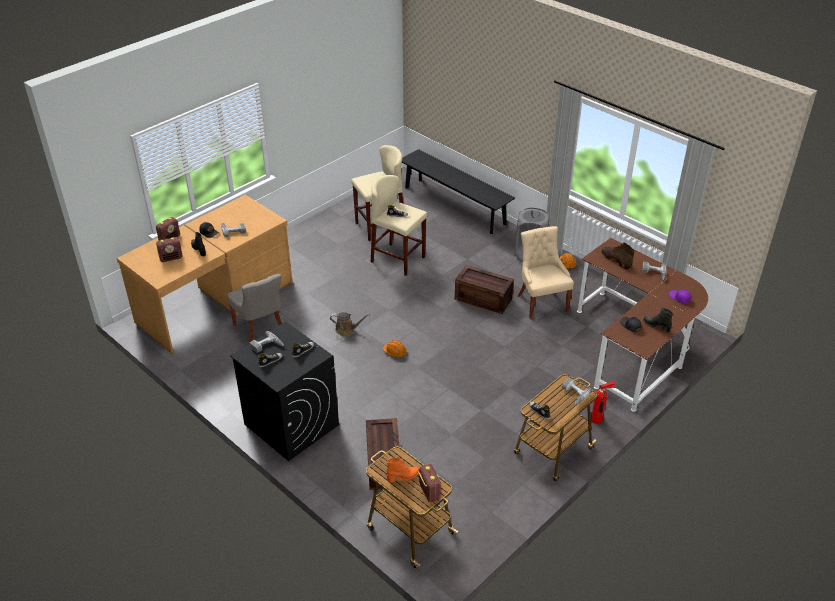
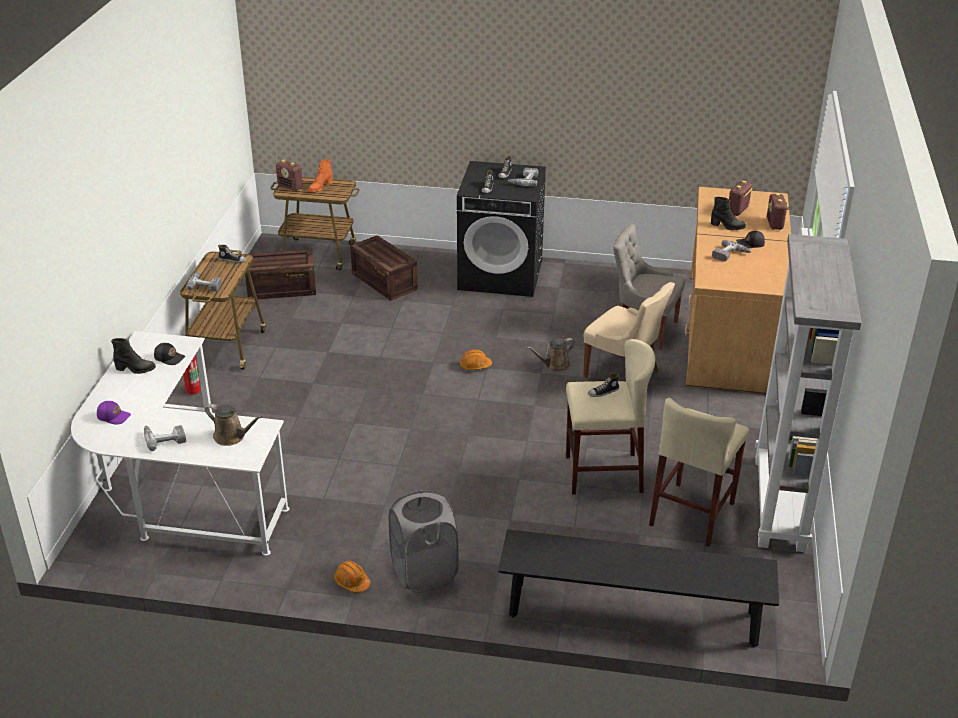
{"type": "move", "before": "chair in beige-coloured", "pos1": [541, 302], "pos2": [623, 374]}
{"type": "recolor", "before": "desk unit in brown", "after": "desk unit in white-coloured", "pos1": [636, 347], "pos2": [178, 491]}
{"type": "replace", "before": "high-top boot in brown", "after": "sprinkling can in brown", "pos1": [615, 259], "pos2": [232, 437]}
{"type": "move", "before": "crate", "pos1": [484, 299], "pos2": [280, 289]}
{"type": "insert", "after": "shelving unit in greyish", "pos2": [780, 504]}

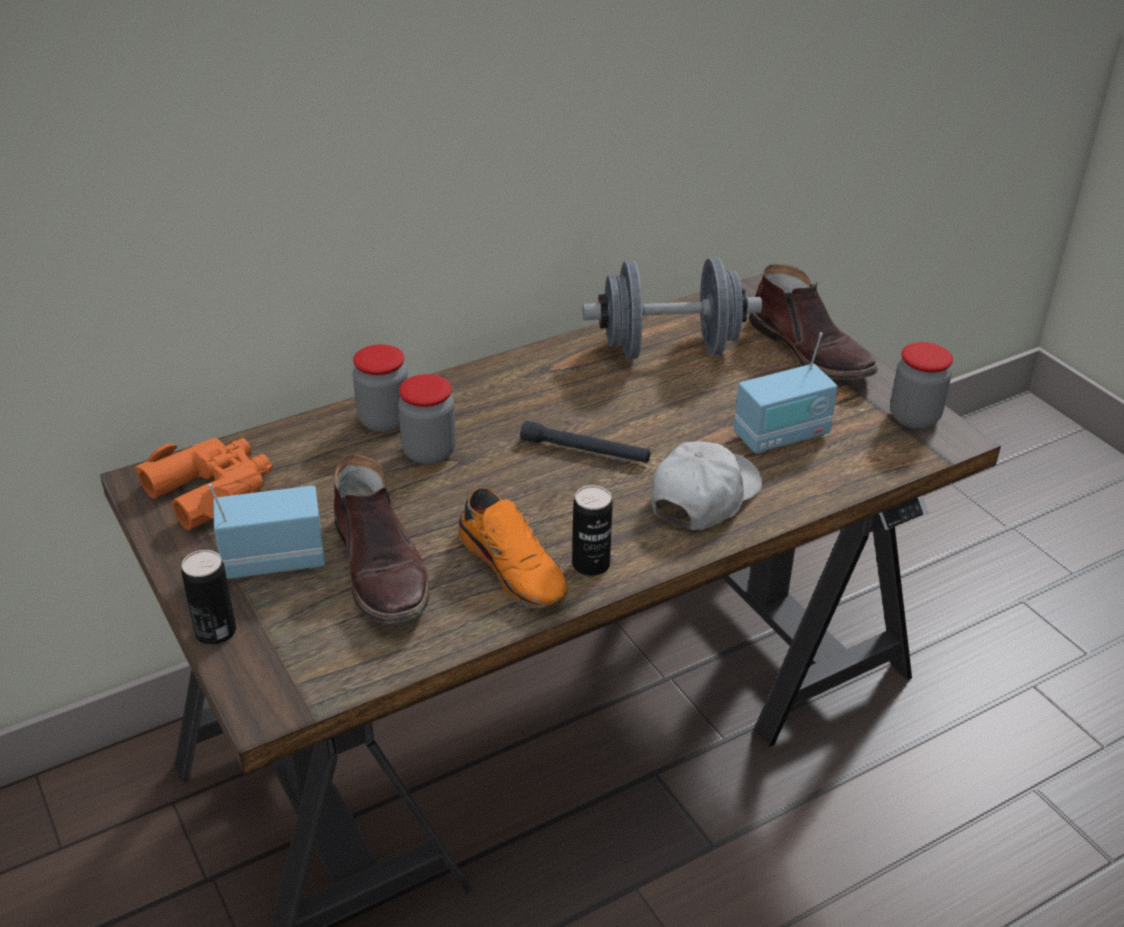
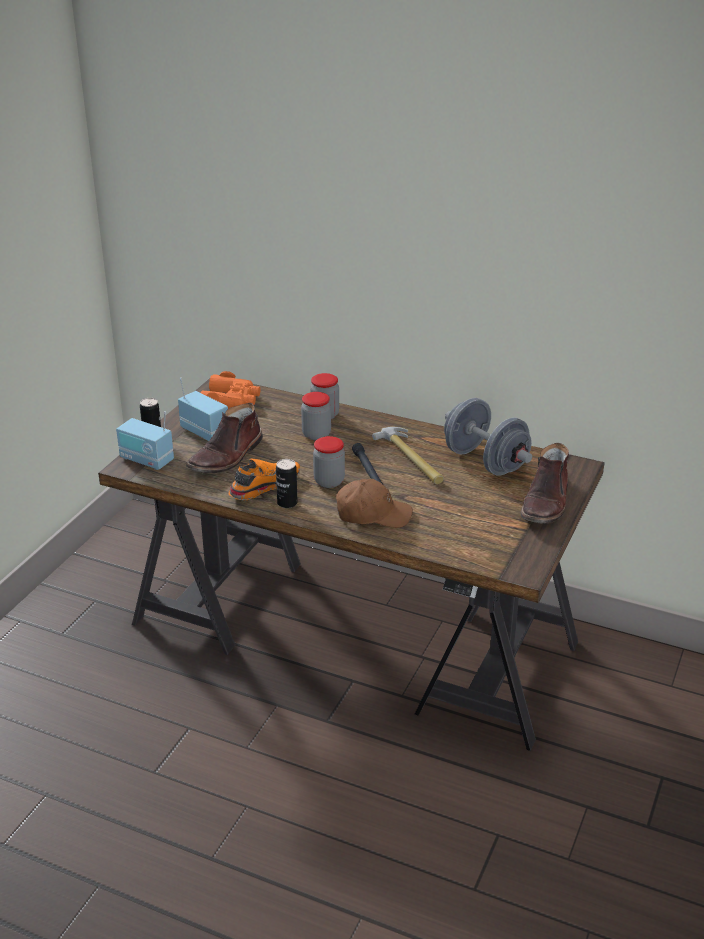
{"type": "move", "before": "radio receiver", "pos1": [781, 436], "pos2": [146, 460]}
{"type": "move", "before": "jar", "pos1": [914, 417], "pos2": [329, 481]}
{"type": "recolor", "before": "cap in white-coloured", "after": "cap in brown", "pos1": [704, 497], "pos2": [372, 514]}
{"type": "rotate", "before": "low shoe in orangey", "pos1": [515, 567], "pos2": [264, 485], "turn": -150}
{"type": "insert", "after": "hand hammer", "pos2": [411, 459]}

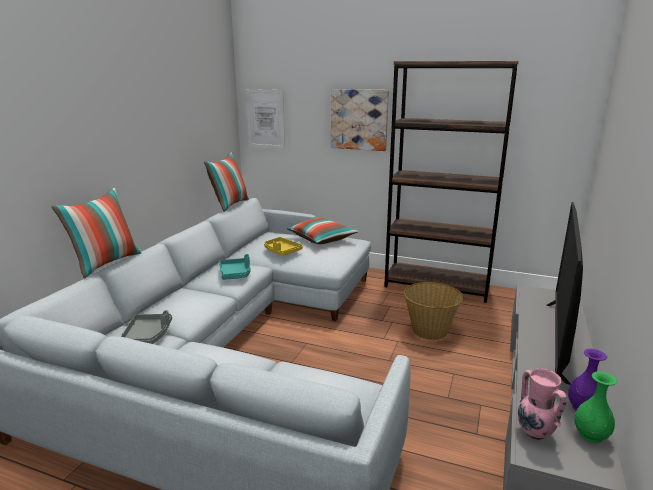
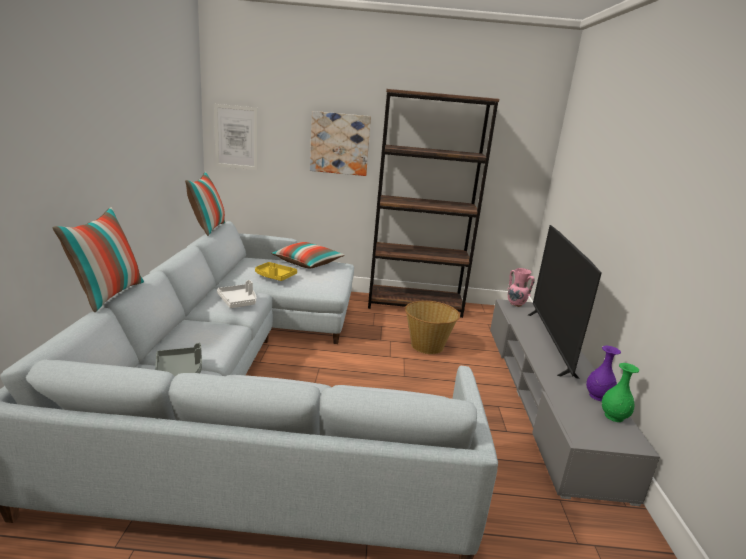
{"type": "recolor", "before": "tray in turquoise-coloured", "after": "tray in white-coloured", "pos1": [235, 274], "pos2": [238, 301]}
{"type": "move", "before": "vase in pink", "pos1": [535, 433], "pos2": [516, 305]}

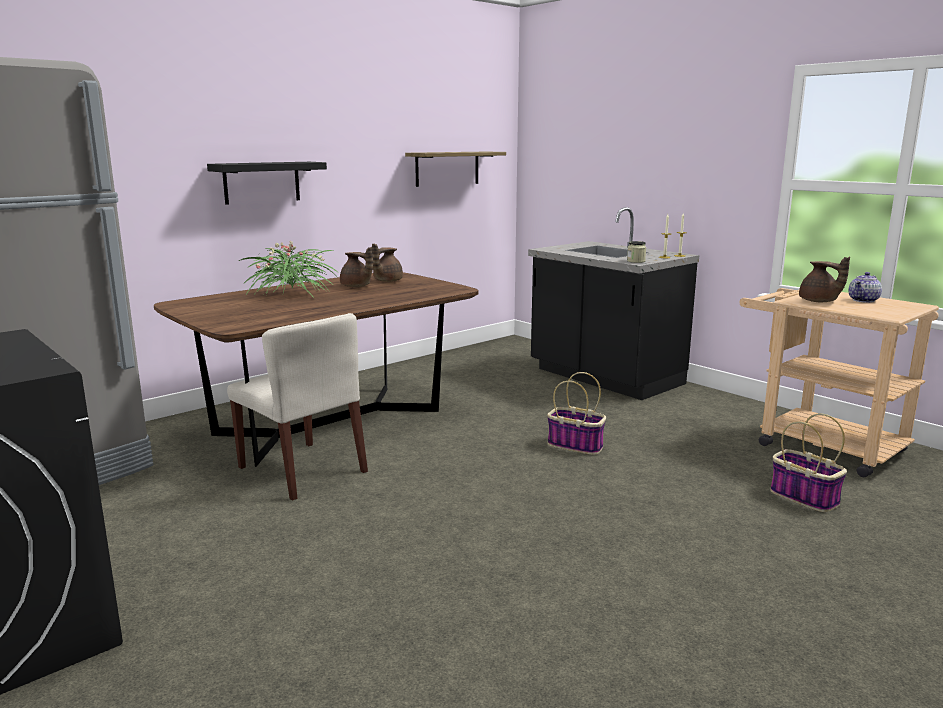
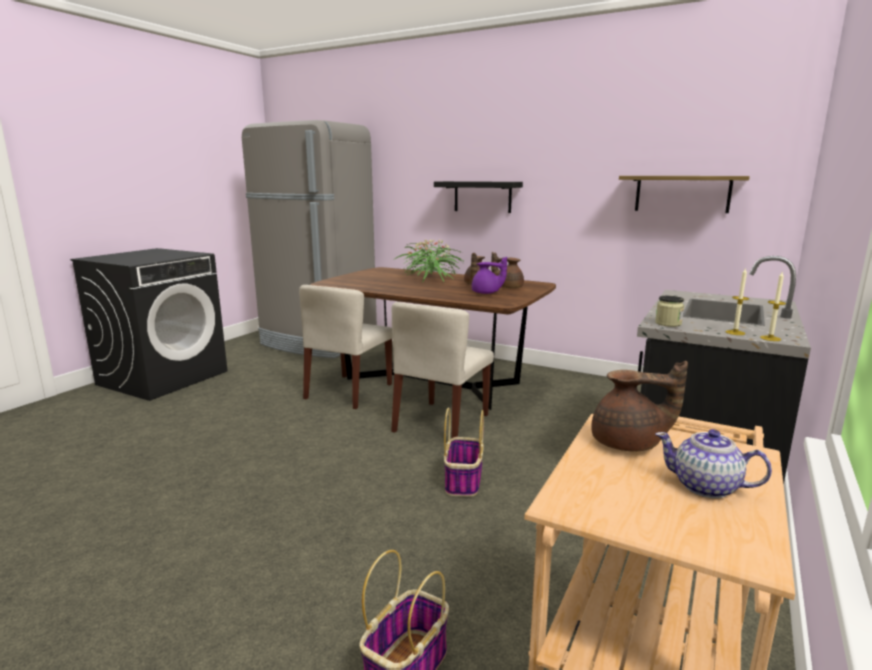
{"type": "rotate", "before": "tea pot in brown", "pos1": [819, 301], "pos2": [629, 444], "turn": -120}
{"type": "insert", "after": "tea pot in purple", "pos2": [486, 293]}
{"type": "insert", "after": "chair in beige-coloured", "pos2": [441, 423]}

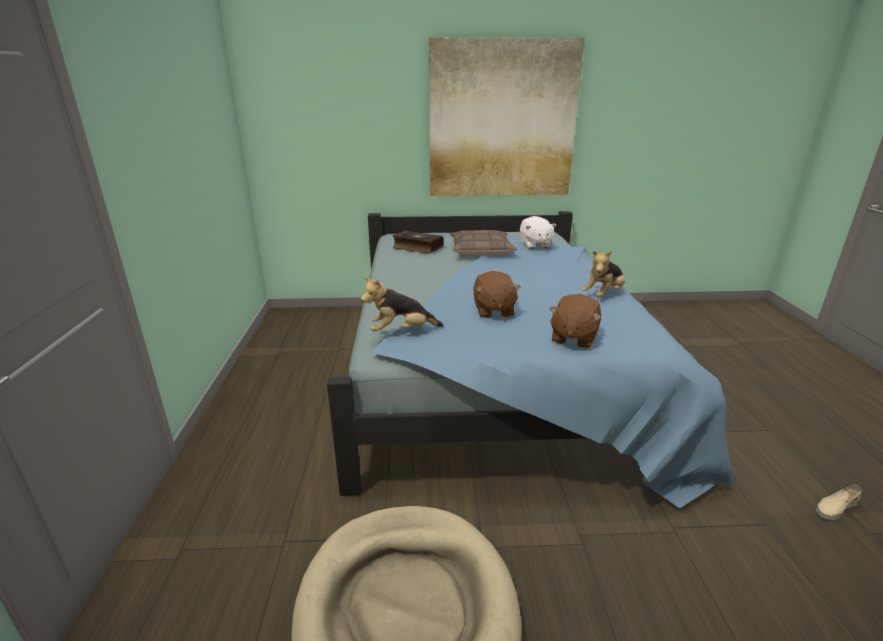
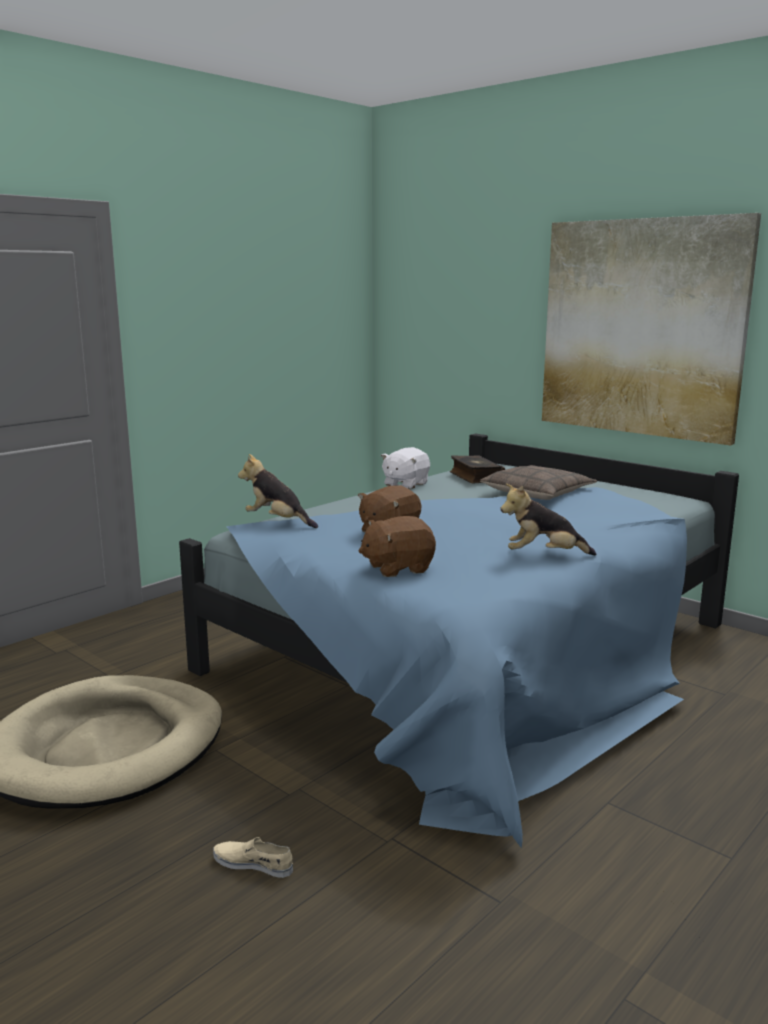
{"type": "move", "before": "cuddly toy in white-coloured", "pos1": [535, 245], "pos2": [405, 484]}
{"type": "move", "before": "low shoe in beige-coloured", "pos1": [836, 507], "pos2": [253, 863]}

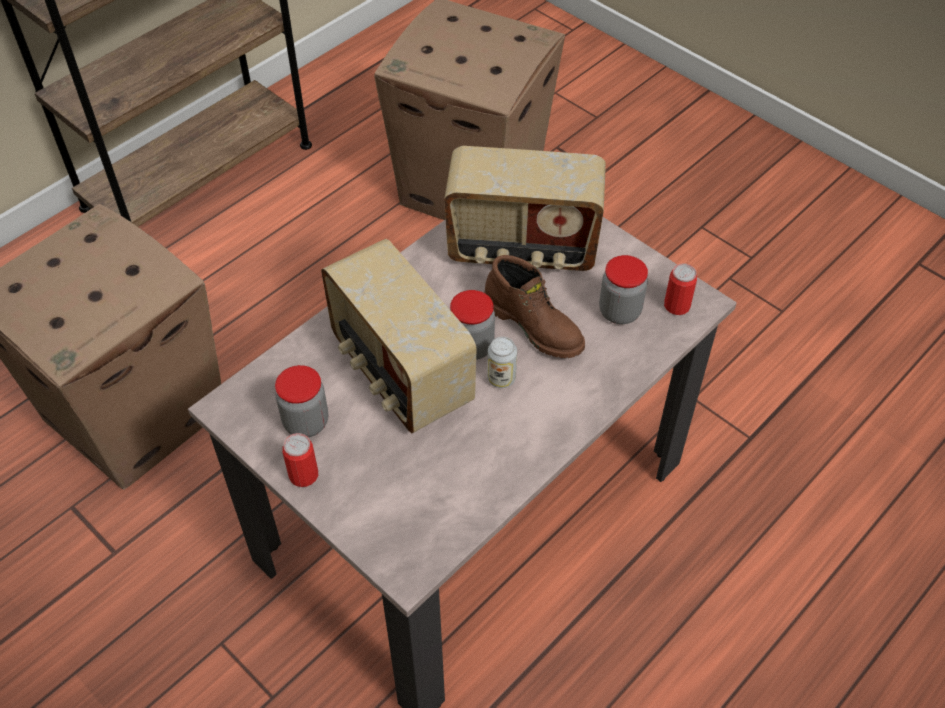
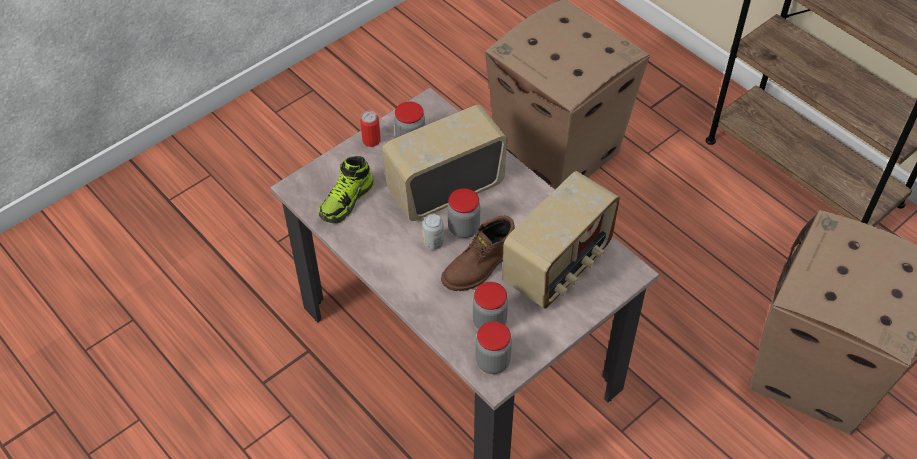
{"type": "rotate", "before": "radio receiver", "pos1": [522, 249], "pos2": [558, 266], "turn": -150}
{"type": "replace", "before": "sealed can", "after": "jar", "pos1": [677, 305], "pos2": [492, 362]}
{"type": "insert", "after": "low shoe", "pos2": [347, 201]}

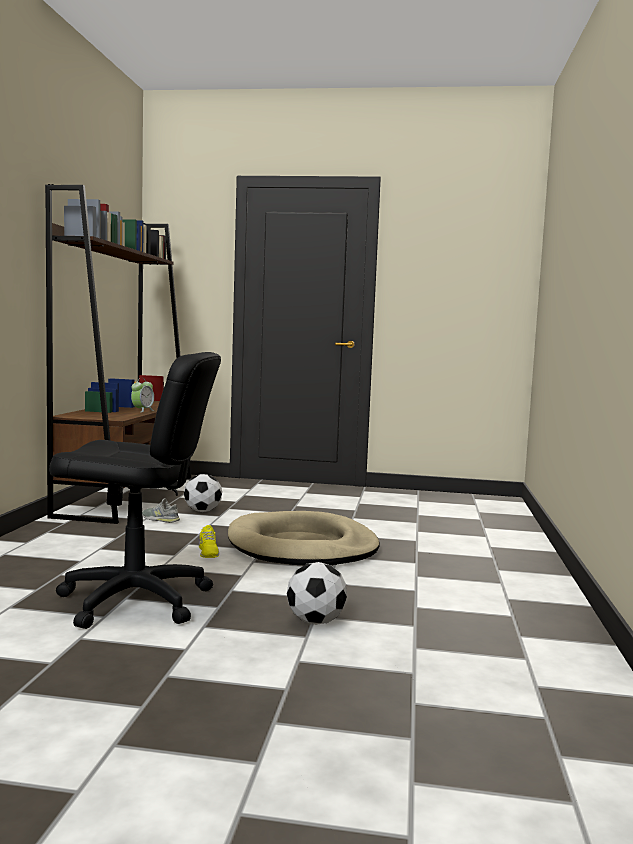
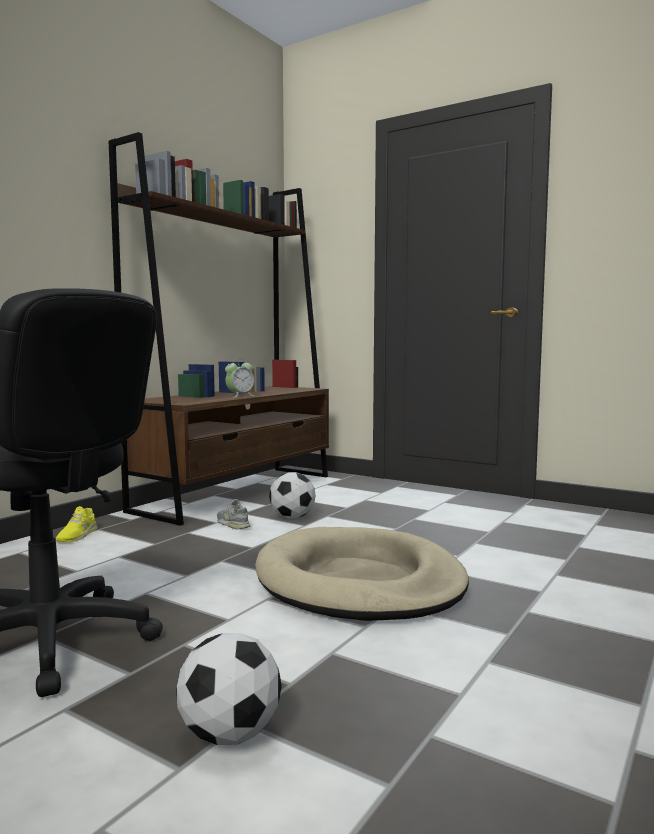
{"type": "move", "before": "low shoe in yellowish", "pos1": [208, 552], "pos2": [77, 535]}

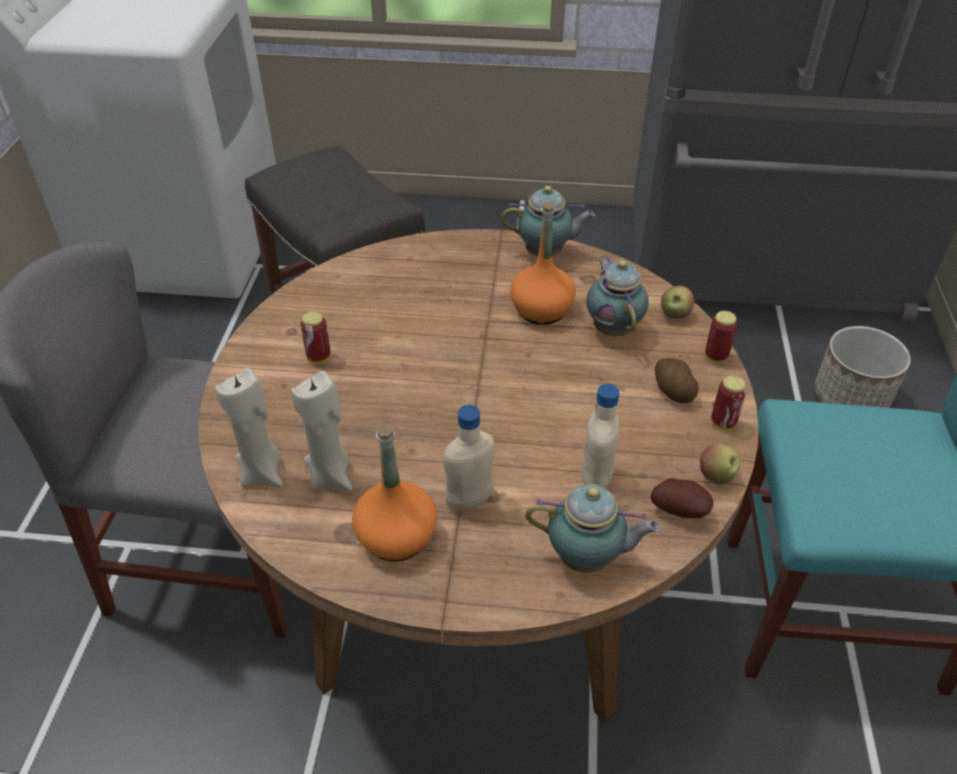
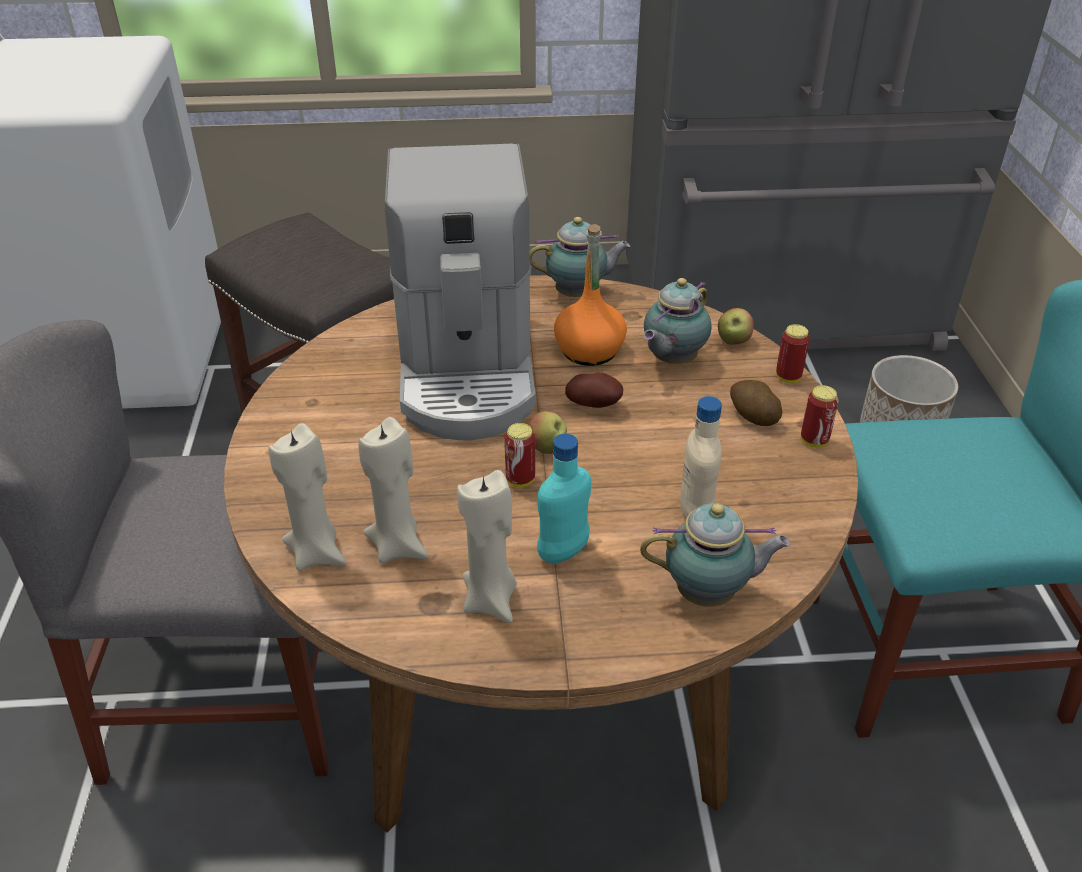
{"type": "rotate", "before": "tea pot", "pos1": [612, 328], "pos2": [671, 361], "turn": -120}
{"type": "move", "before": "sealed can", "pos1": [319, 357], "pos2": [520, 480]}
{"type": "recolor", "before": "drink bottle in beige-coloured", "after": "drink bottle in turquoise-coloured", "pos1": [469, 500], "pos2": [563, 551]}
{"type": "replace", "before": "drink bottle in orangey", "after": "wax light in beige-coloured", "pos1": [396, 536], "pos2": [491, 600]}
{"type": "move", "before": "whole apple", "pos1": [716, 476], "pos2": [547, 448]}
{"type": "move", "before": "whole potato", "pos1": [680, 510], "pos2": [595, 404]}
{"type": "insert", "after": "coffee brewer", "pos2": [467, 371]}

